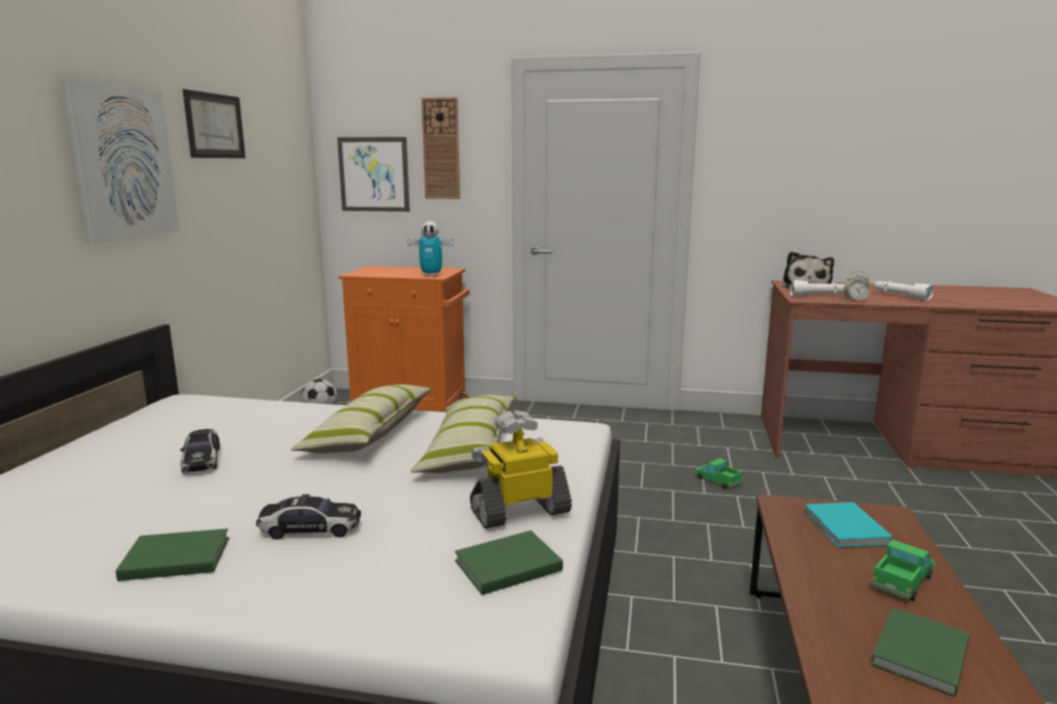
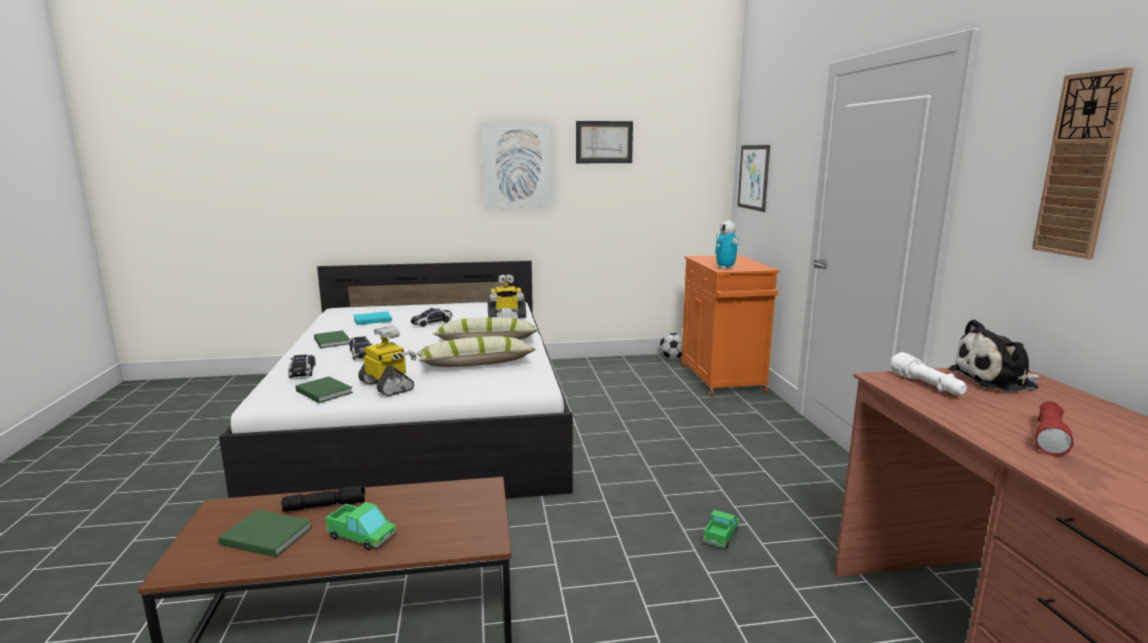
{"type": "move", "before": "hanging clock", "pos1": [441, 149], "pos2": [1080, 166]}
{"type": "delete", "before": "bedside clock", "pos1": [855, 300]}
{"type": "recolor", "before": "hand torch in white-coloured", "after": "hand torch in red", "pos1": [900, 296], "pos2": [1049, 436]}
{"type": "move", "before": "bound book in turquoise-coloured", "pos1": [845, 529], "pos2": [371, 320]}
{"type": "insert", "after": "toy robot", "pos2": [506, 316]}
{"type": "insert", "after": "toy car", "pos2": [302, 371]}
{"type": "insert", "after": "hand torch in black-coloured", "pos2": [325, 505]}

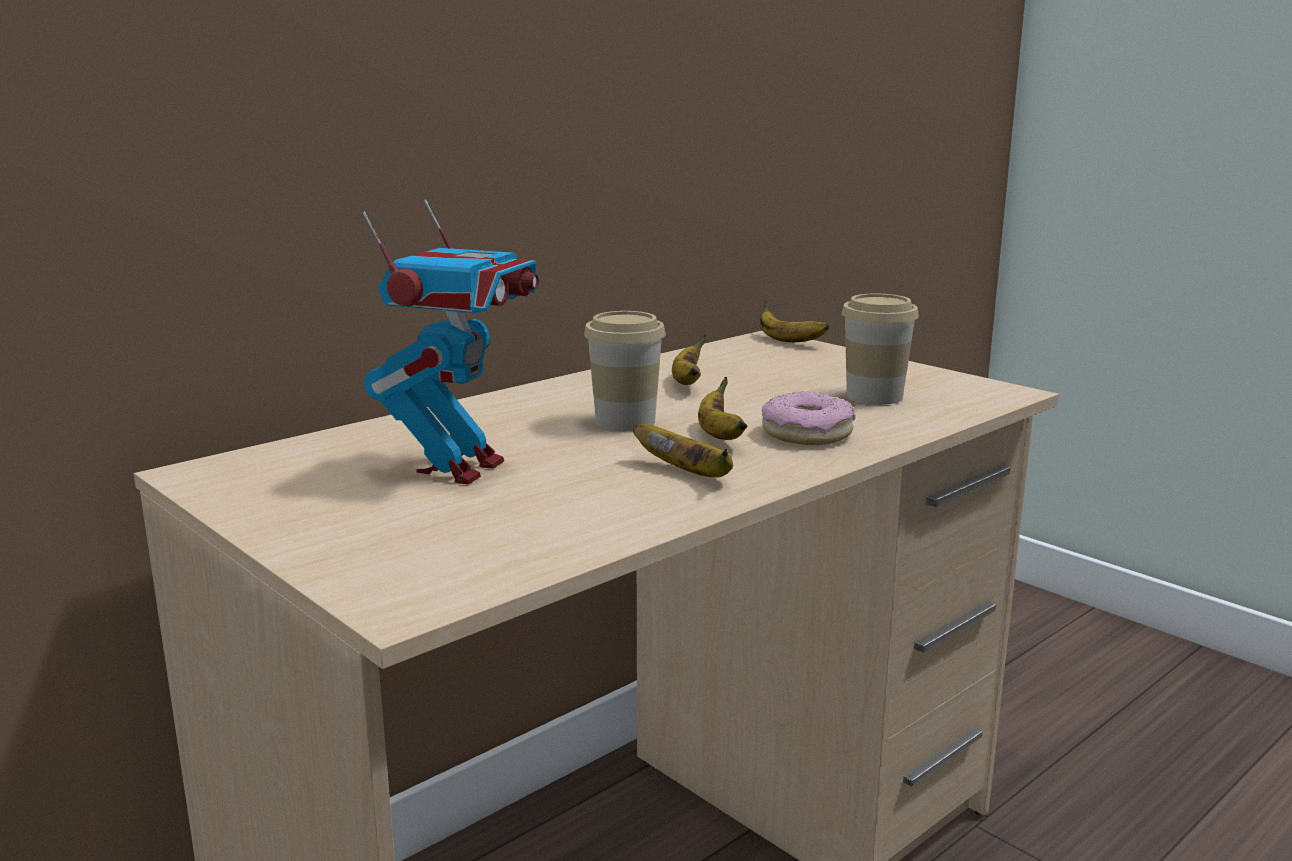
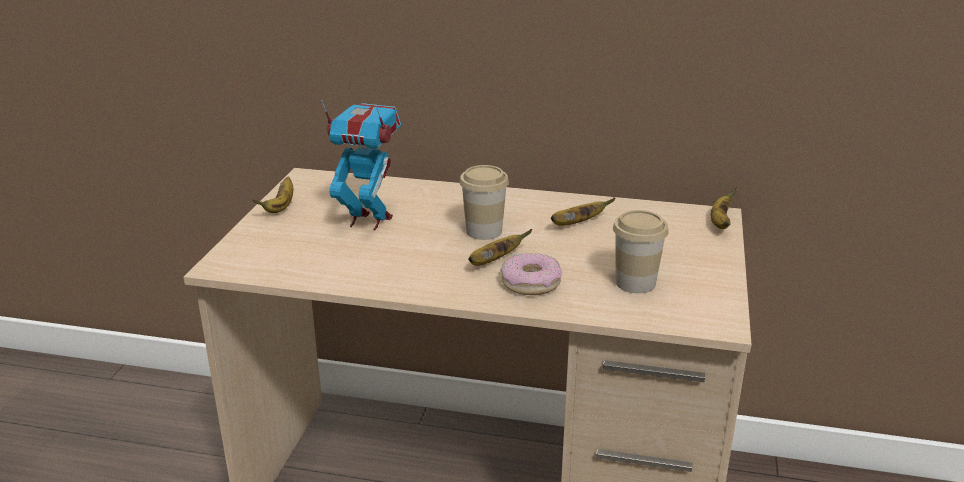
{"type": "rotate", "before": "toy robot", "pos1": [460, 468], "pos2": [369, 220], "turn": -150}
{"type": "move", "before": "banana", "pos1": [688, 473], "pos2": [280, 207]}

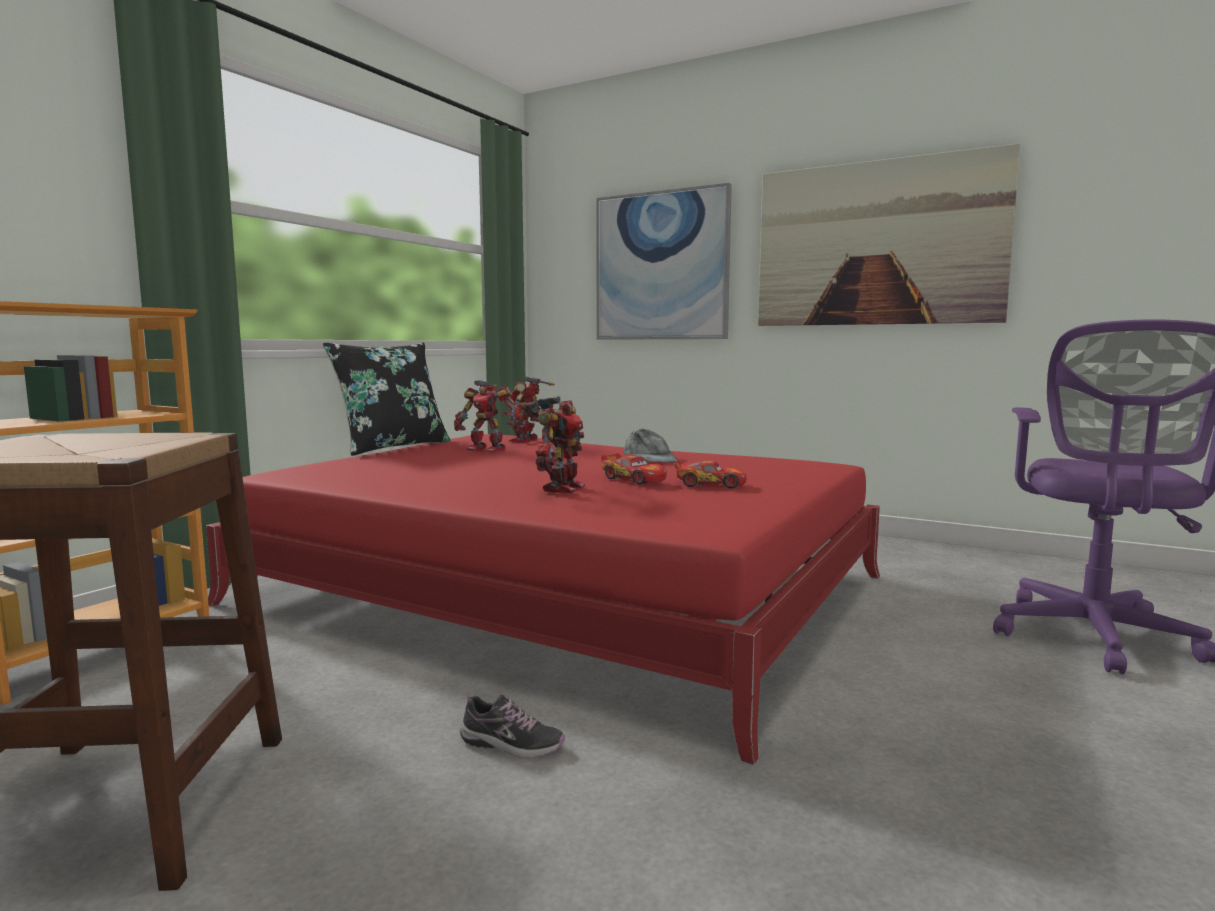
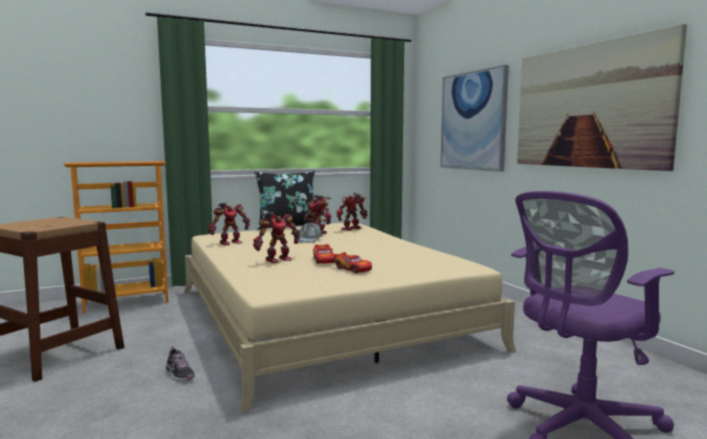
{"type": "move", "before": "cap in greyish", "pos1": [649, 458], "pos2": [308, 239]}
{"type": "recolor", "before": "sleeping bed in red", "after": "sleeping bed in beige-coloured", "pos1": [563, 590], "pos2": [321, 316]}
{"type": "insert", "after": "toy robot", "pos2": [230, 243]}

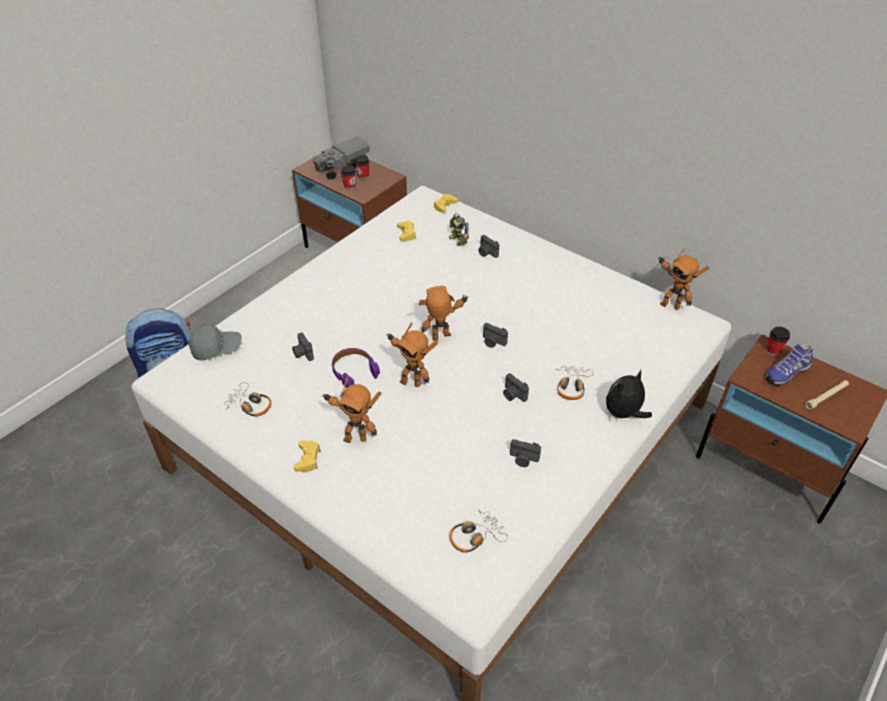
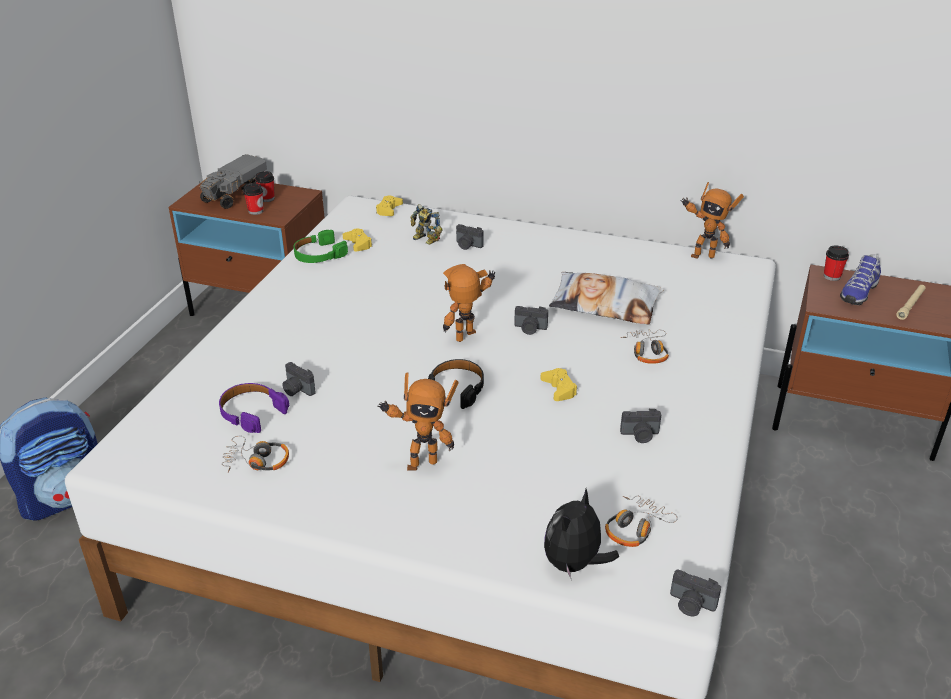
{"type": "replace", "before": "toy robot", "after": "headset in black-coloured", "pos1": [411, 381], "pos2": [456, 389]}
{"type": "delete", "before": "cap in greyish", "pos1": [216, 348]}
{"type": "move", "before": "headset in purple", "pos1": [354, 371], "pos2": [251, 412]}
{"type": "move", "before": "cuddly toy", "pos1": [623, 414], "pos2": [574, 564]}
{"type": "move", "before": "still camera", "pos1": [513, 395], "pos2": [691, 605]}
{"type": "move", "before": "joypad in yellowish", "pos1": [308, 459], "pos2": [559, 389]}
{"type": "insert", "after": "headset in greenish", "pos2": [319, 254]}
{"type": "insert", "after": "throw pillow", "pos2": [605, 305]}

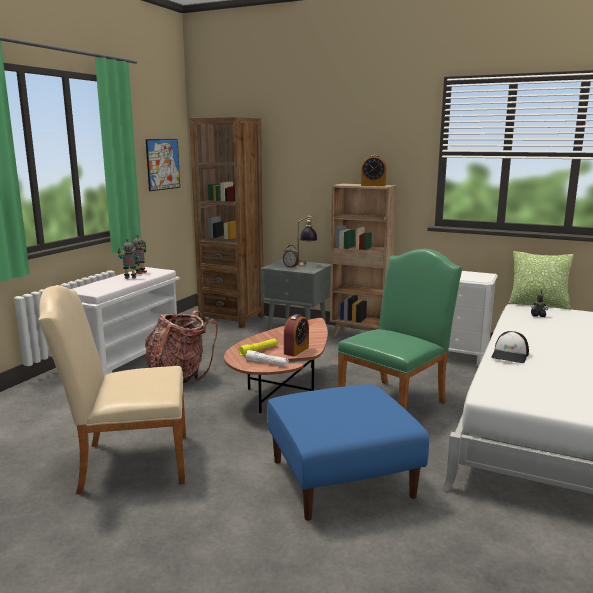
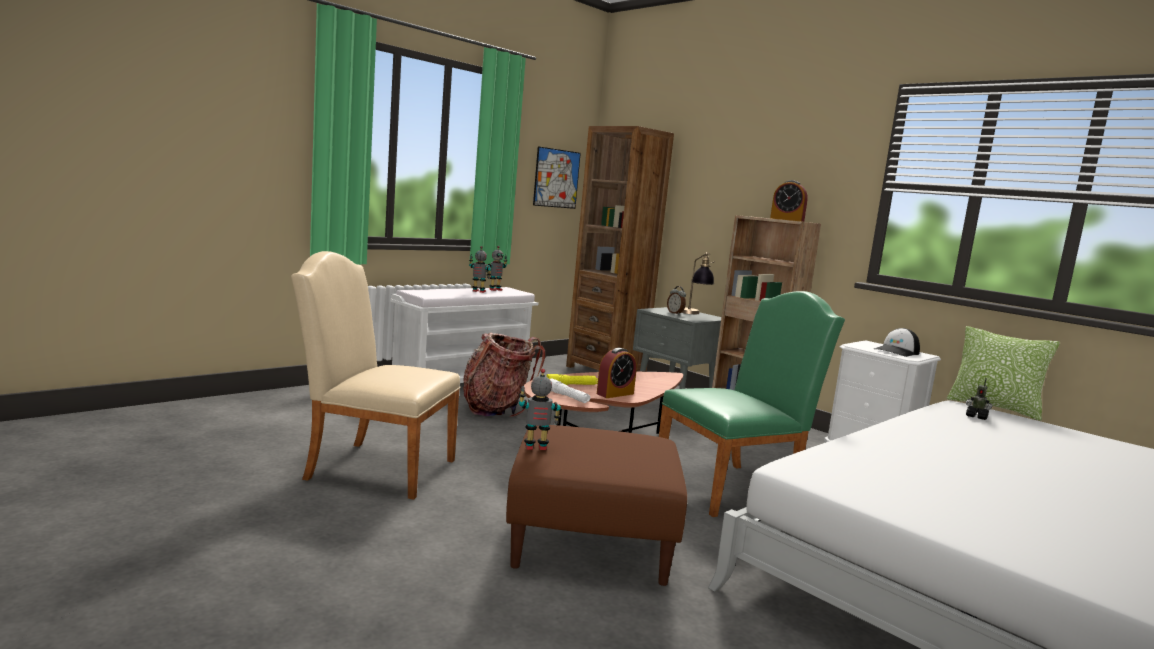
{"type": "move", "before": "cap", "pos1": [510, 355], "pos2": [897, 352]}
{"type": "recolor", "before": "ottoman in blue-coloured", "after": "ottoman in brown", "pos1": [341, 479], "pos2": [589, 542]}
{"type": "insert", "after": "toy robot", "pos2": [536, 448]}

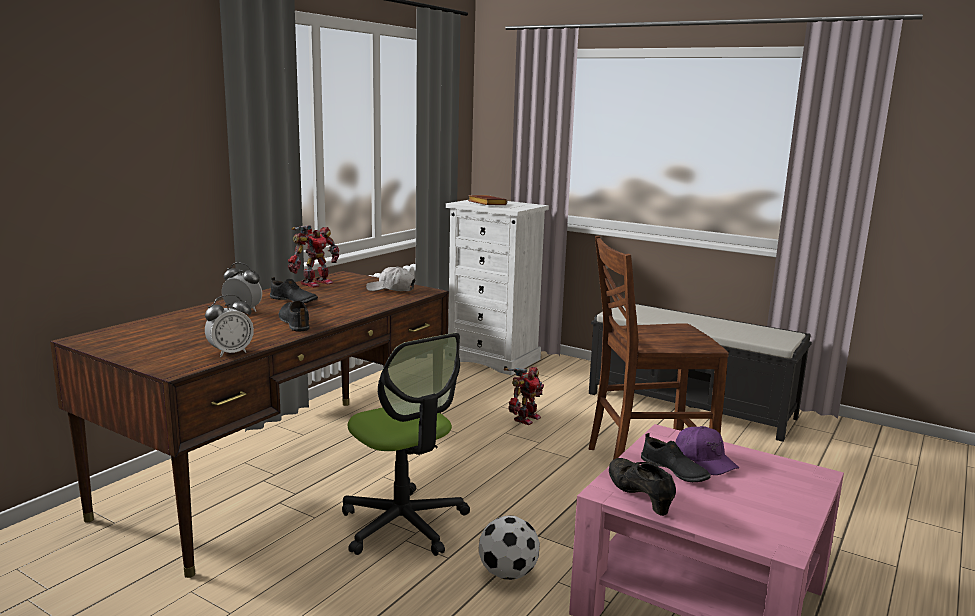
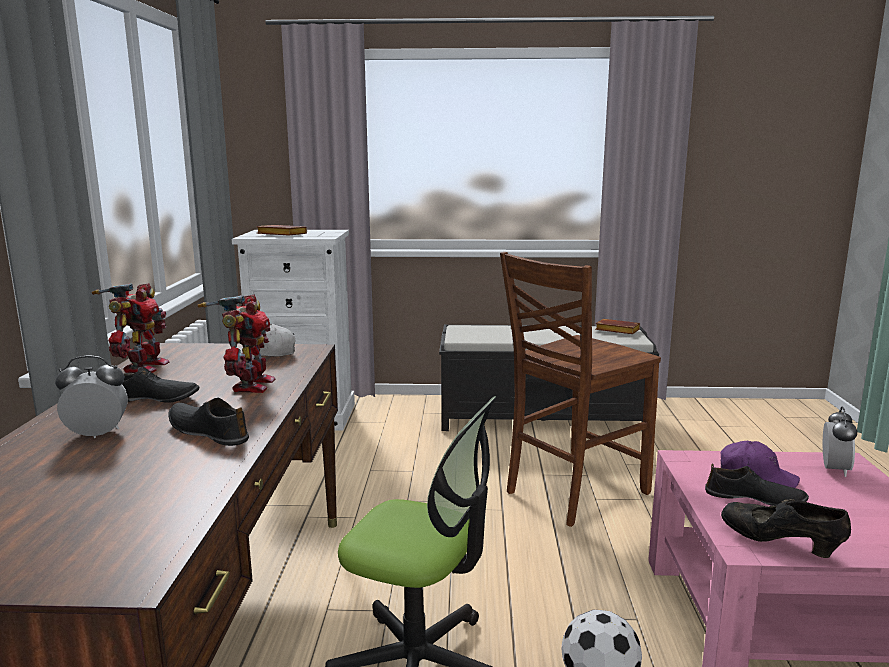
{"type": "move", "before": "bedside clock", "pos1": [230, 353], "pos2": [834, 469]}
{"type": "move", "before": "toy robot", "pos1": [525, 418], "pos2": [250, 385]}
{"type": "insert", "after": "bound book in brown", "pos2": [616, 331]}

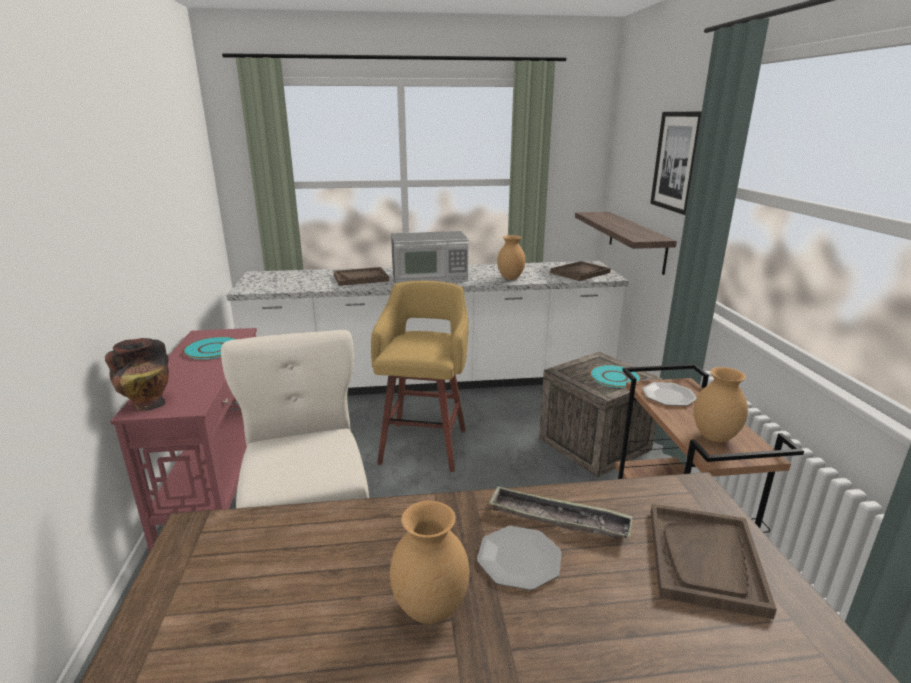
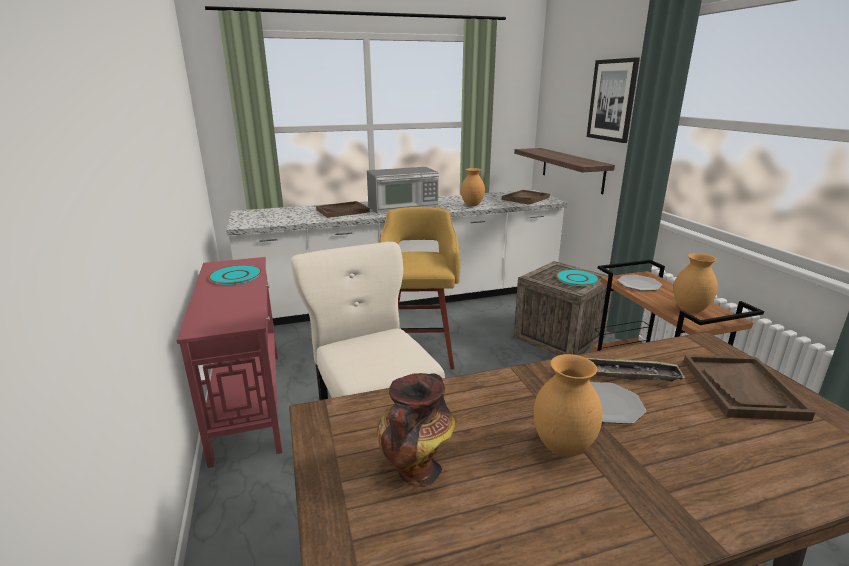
{"type": "move", "before": "vase", "pos1": [147, 404], "pos2": [417, 471]}

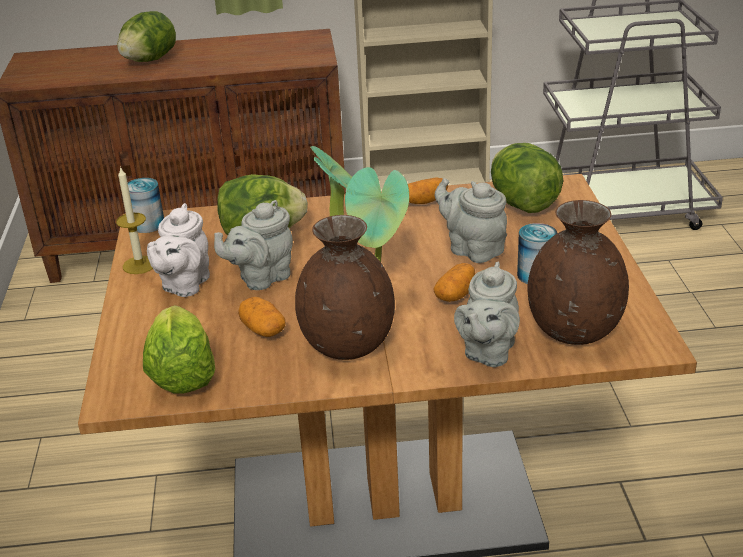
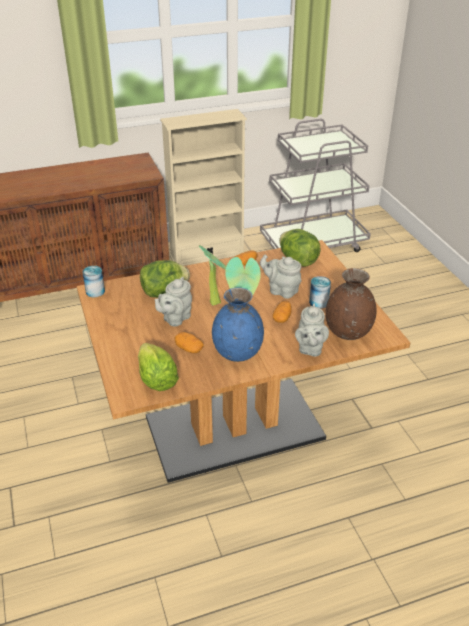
{"type": "delete", "before": "lettuce", "pos1": [149, 60]}
{"type": "delete", "before": "wax light", "pos1": [139, 265]}
{"type": "delete", "before": "tea pot in white-coloured", "pos1": [184, 285]}
{"type": "recolor", "before": "vase in brown", "after": "vase in blue-coloured", "pos1": [348, 345], "pos2": [238, 352]}

